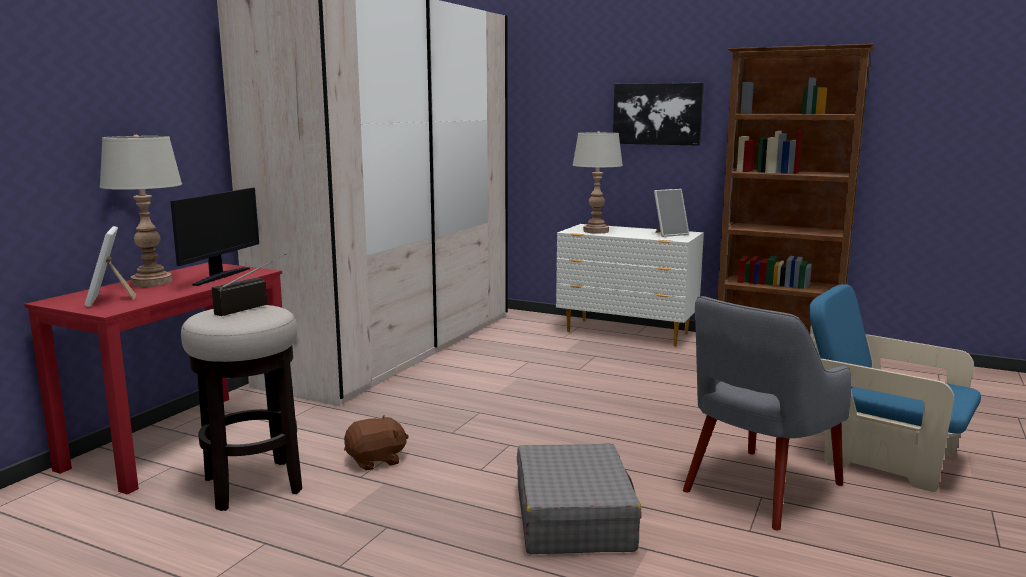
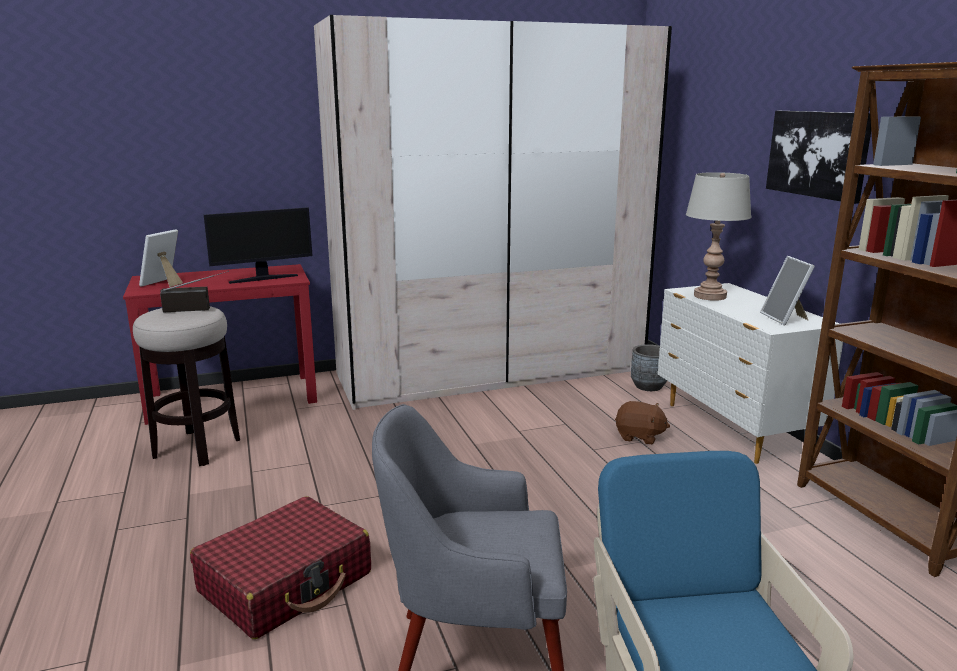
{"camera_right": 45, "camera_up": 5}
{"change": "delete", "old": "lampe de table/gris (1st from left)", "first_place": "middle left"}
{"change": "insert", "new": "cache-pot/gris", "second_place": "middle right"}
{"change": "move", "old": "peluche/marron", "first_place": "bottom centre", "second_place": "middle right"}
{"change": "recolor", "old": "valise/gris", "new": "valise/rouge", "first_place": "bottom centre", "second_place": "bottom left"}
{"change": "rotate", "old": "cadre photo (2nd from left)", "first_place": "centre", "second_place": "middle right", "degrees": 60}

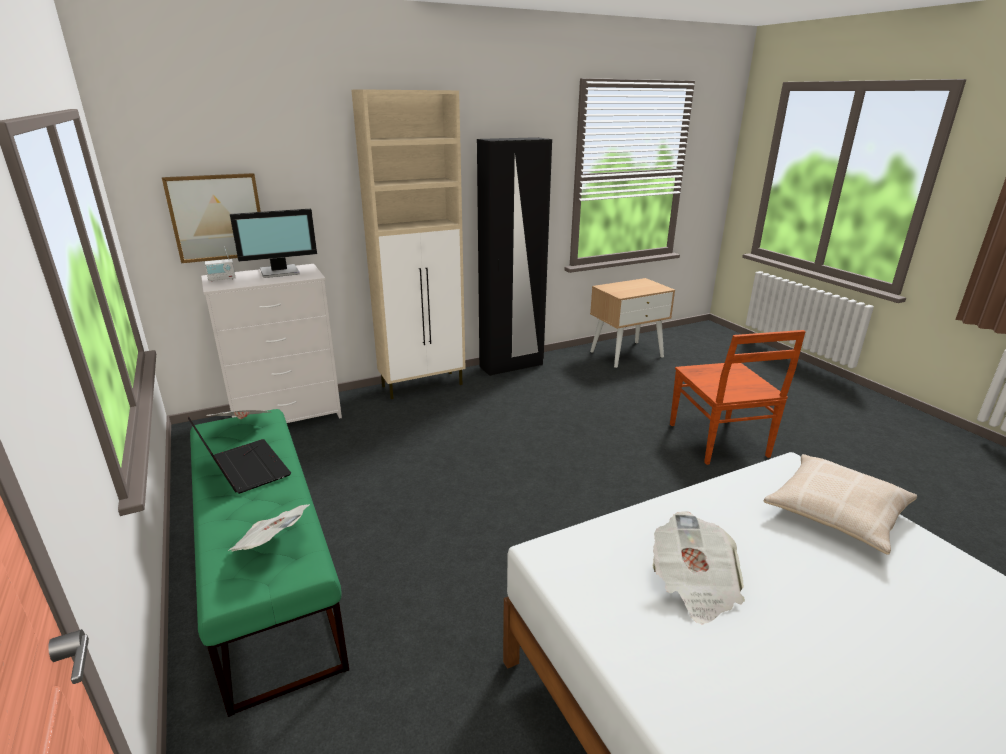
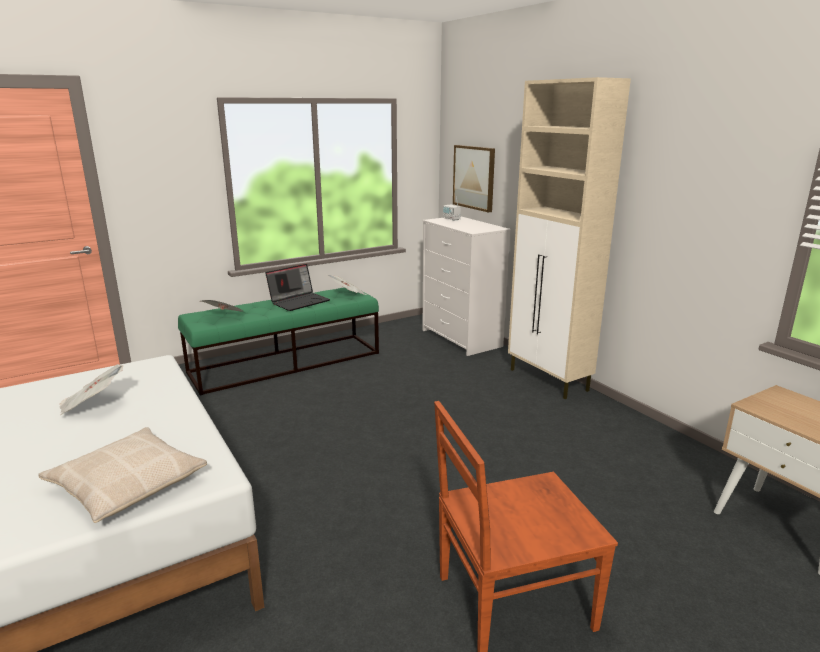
{"camera_right": 85, "camera_up": -5}
{"change": "delete", "old": "écran d'ordinateur", "first_place": "top left"}
{"change": "delete", "old": "armoire/noir", "first_place": "centre"}

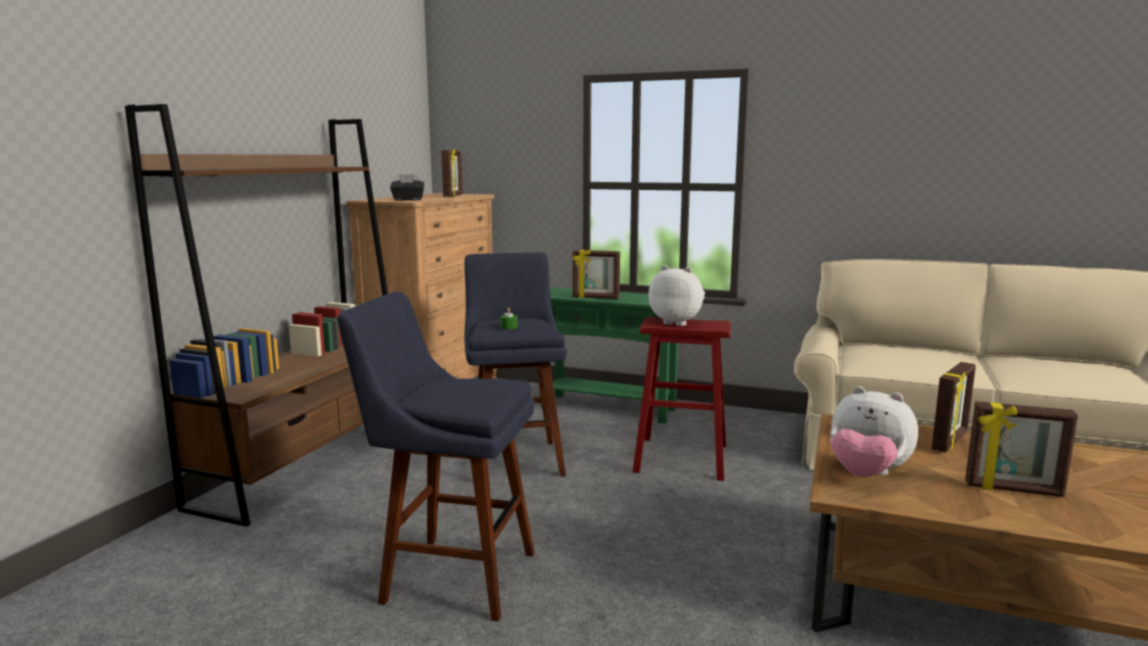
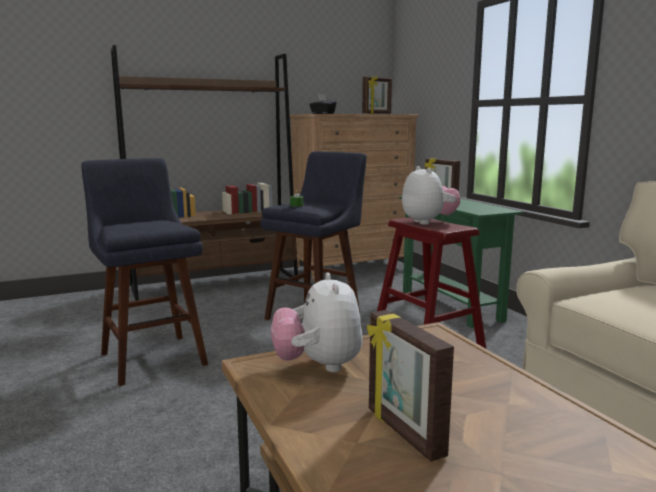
{"camera_right": 45, "camera_up": 0}
{"change": "delete", "old": "cadre photo (3rd from left)", "first_place": "middle right"}

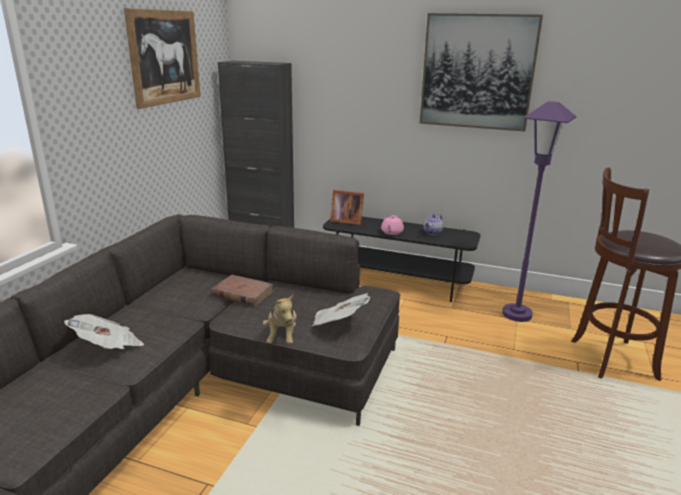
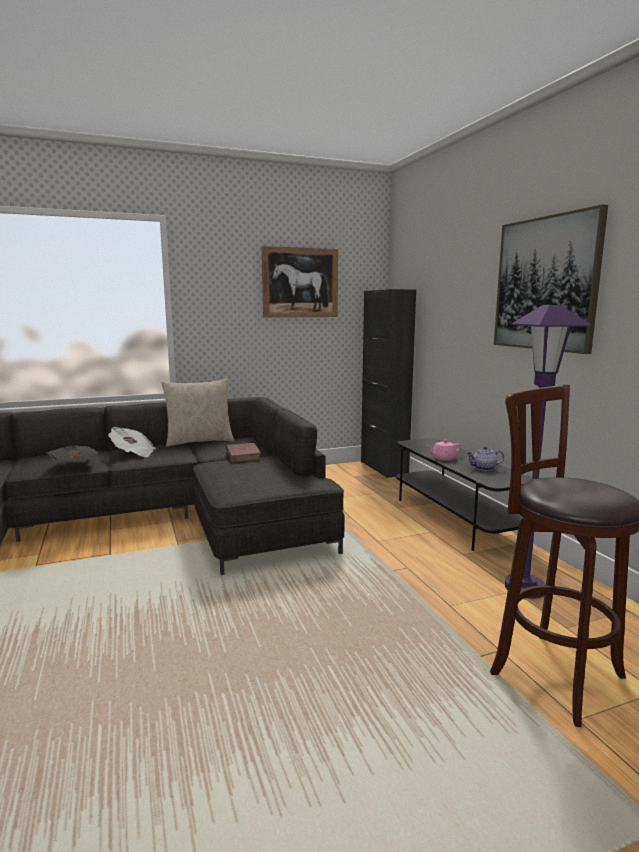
{"camera_right": 50, "camera_up": -10}
{"change": "delete", "old": "peluche", "first_place": "centre"}
{"change": "delete", "old": "cadre photo", "first_place": "centre"}
{"change": "insert", "new": "coussin/beige", "second_place": "middle left"}
{"change": "move", "old": "journal (2nd from left in the first image)", "new": "journal (1st from left)", "first_place": "centre", "second_place": "middle left"}

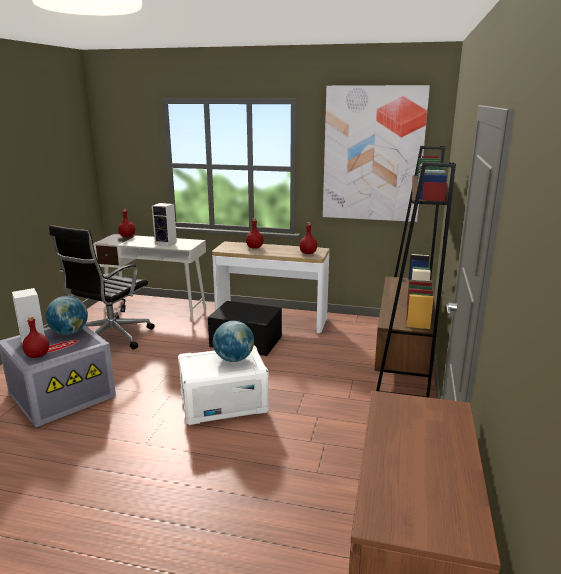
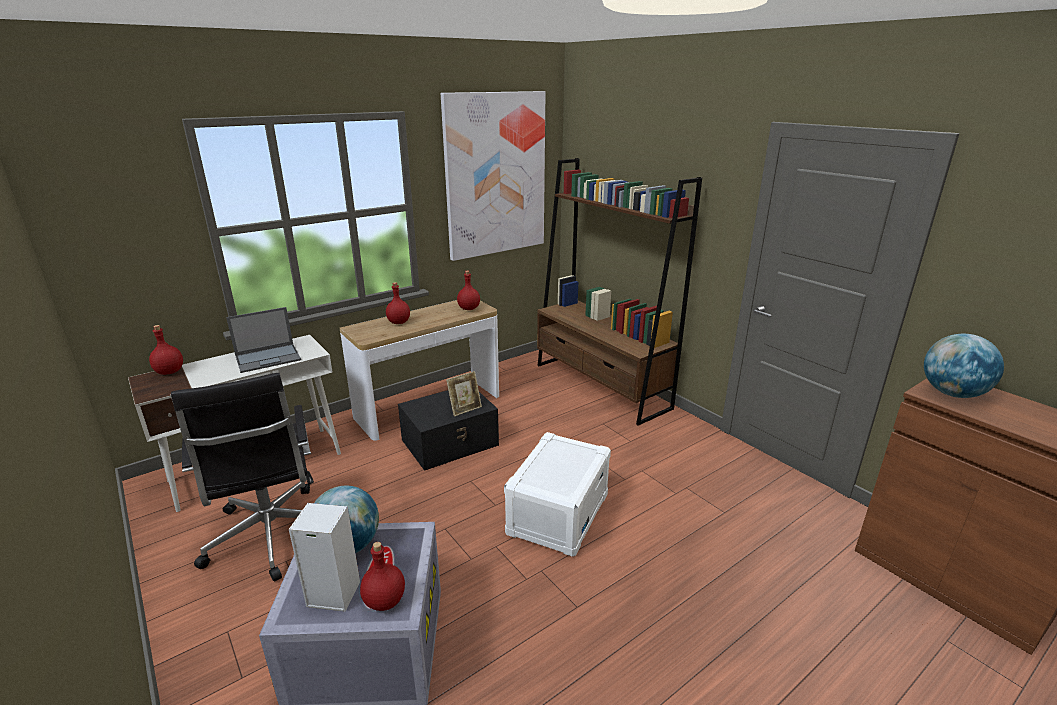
{"camera_right": -50, "camera_up": 5}
{"change": "insert", "new": "cadre photo", "second_place": "centre"}
{"change": "move", "old": "globe (2nd from left)", "first_place": "centre", "second_place": "middle right"}
{"change": "replace", "old": "enceinte (2nd from left)", "new": "ordinateur portable", "first_place": "middle left", "second_place": "middle left"}

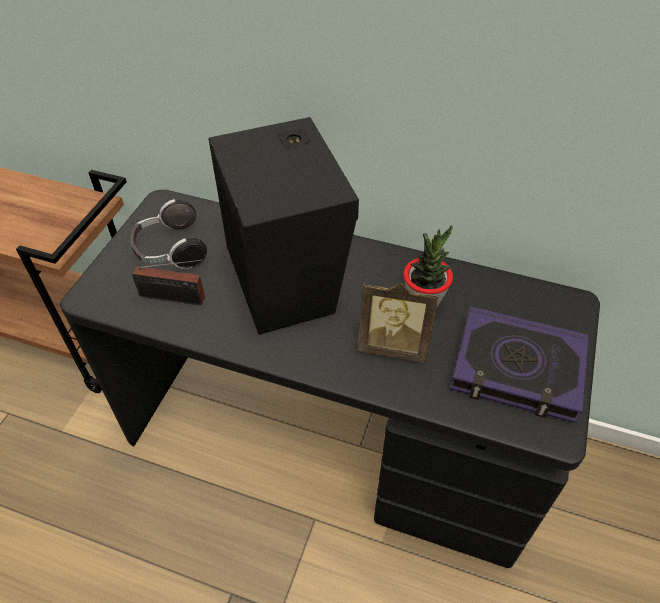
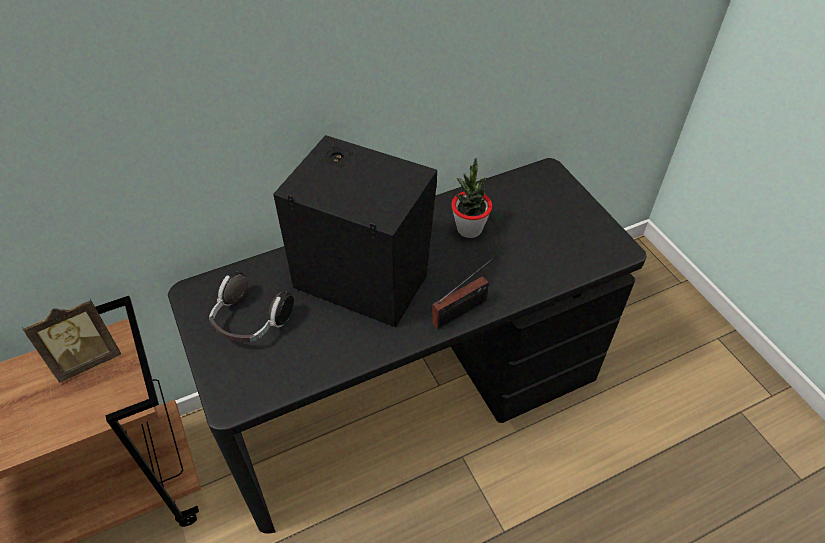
{"camera_right": -45, "camera_up": 0}
{"change": "delete", "old": "livre", "first_place": "middle right"}
{"change": "move", "old": "radio", "first_place": "middle left", "second_place": "centre"}
{"change": "move", "old": "cadre photo", "first_place": "centre", "second_place": "middle left"}

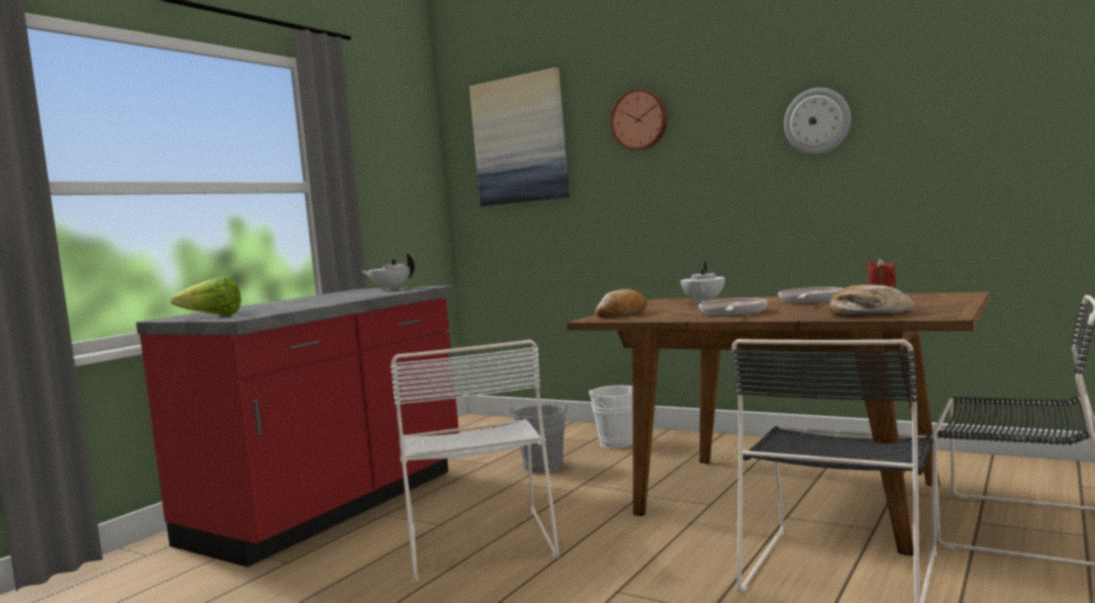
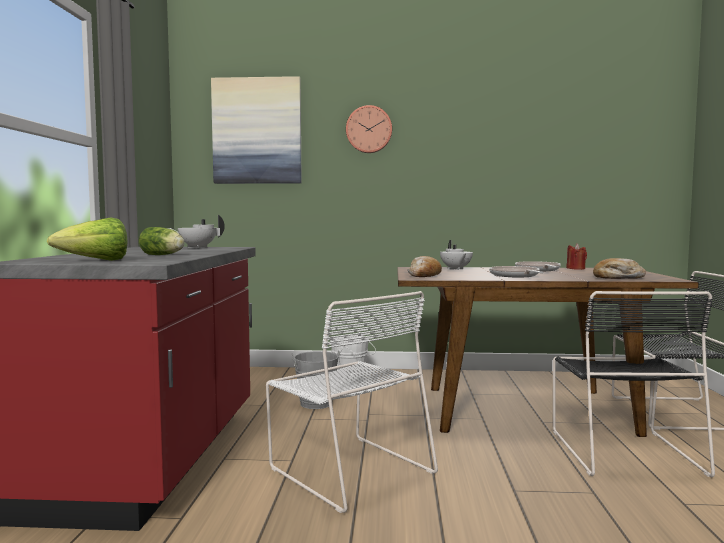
{"camera_right": -30, "camera_up": 0}
{"change": "delete", "old": "horloge murale (2nd from left)", "first_place": "top right"}
{"change": "insert", "new": "laitue (2nd from left)", "second_place": "middle left"}

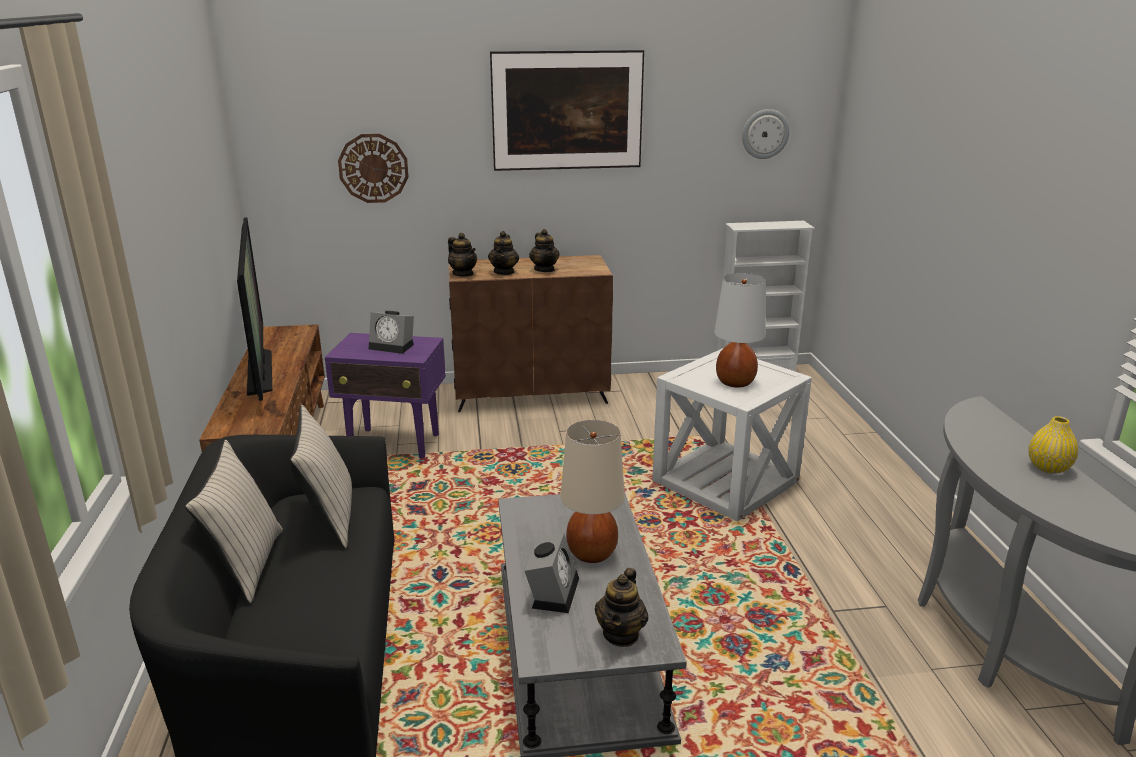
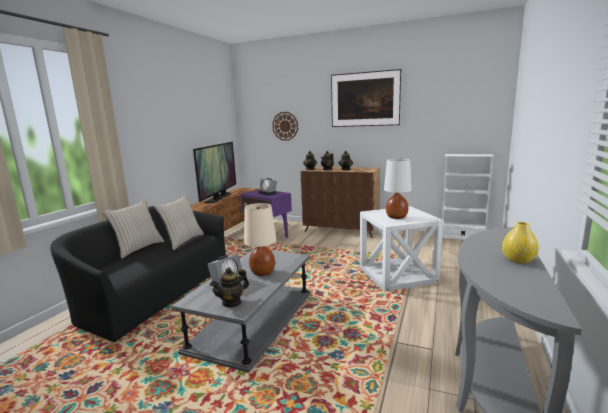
{"camera_right": 30, "camera_up": -10}
{"change": "delete", "old": "horloge murale (2nd from left)", "first_place": "top right"}

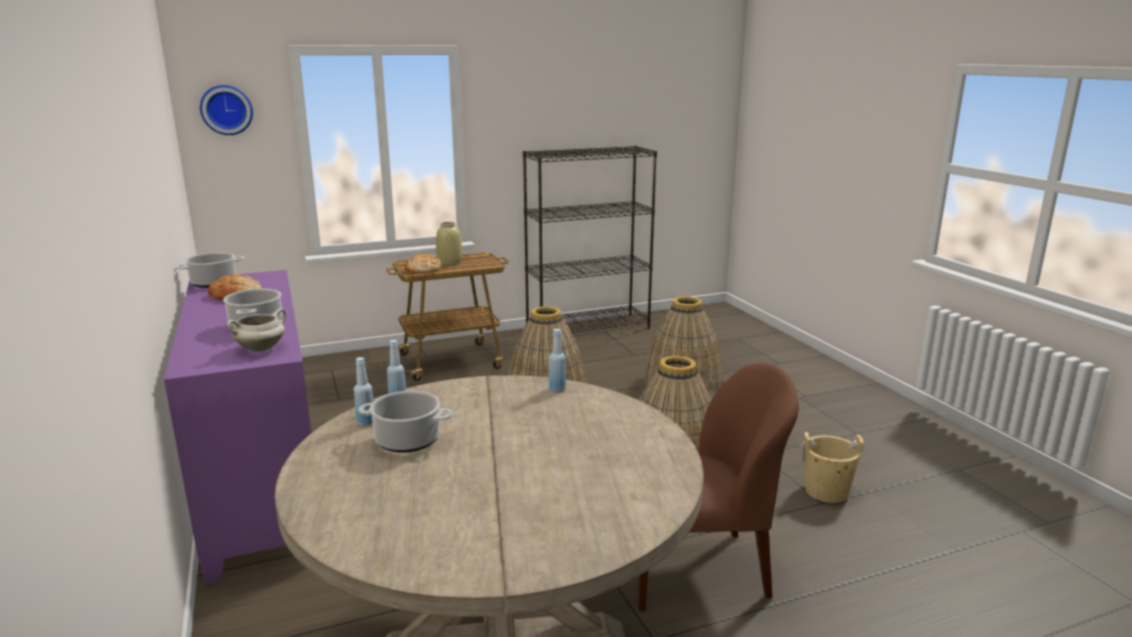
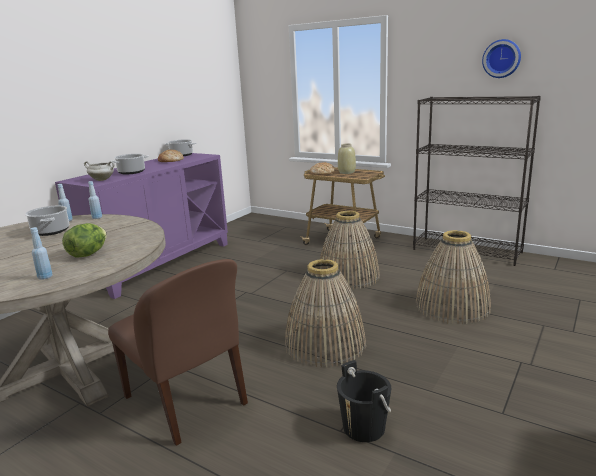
{"camera_right": 55, "camera_up": 0}
{"change": "insert", "new": "laitue", "second_place": "middle left"}
{"change": "move", "old": "horloge murale", "first_place": "top left", "second_place": "top right"}
{"change": "move", "old": "bouteille/bleu (3rd from left in the first image)", "new": "bouteille/bleu (1st from left)", "first_place": "centre", "second_place": "middle left"}
{"change": "recolor", "old": "seau/beige", "new": "seau/noir", "first_place": "bottom right", "second_place": "bottom centre"}

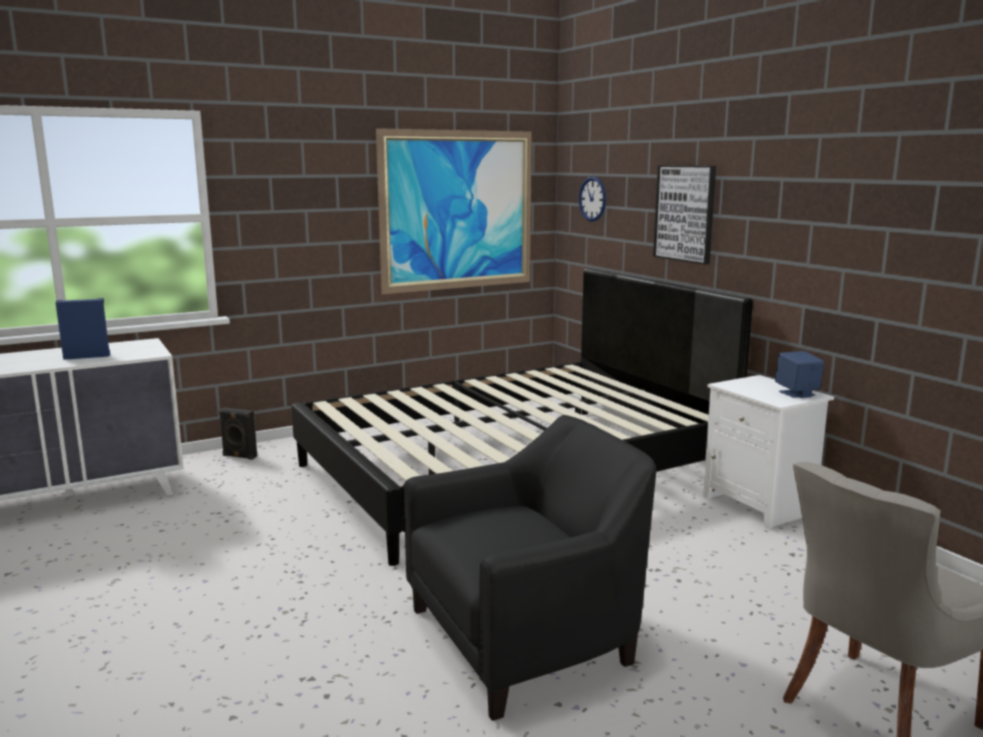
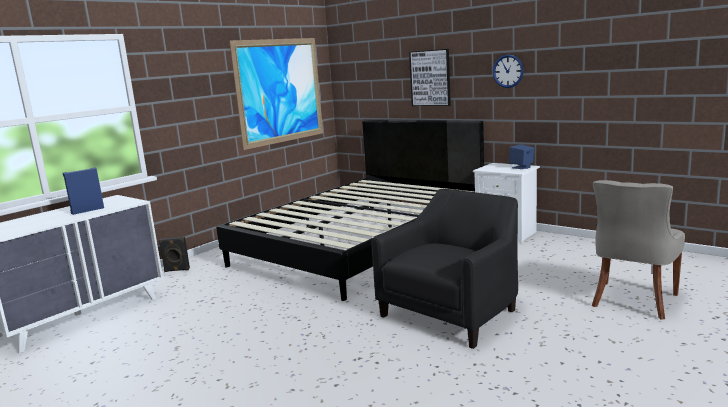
{"camera_right": -20, "camera_up": 0}
{"change": "move", "old": "horloge murale", "first_place": "top centre", "second_place": "top right"}

